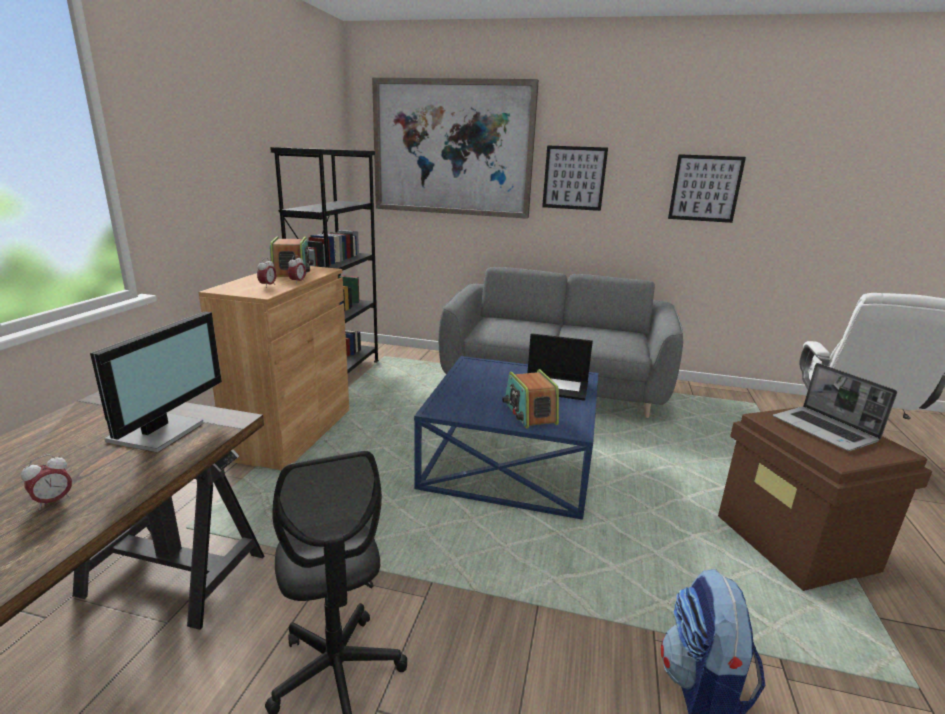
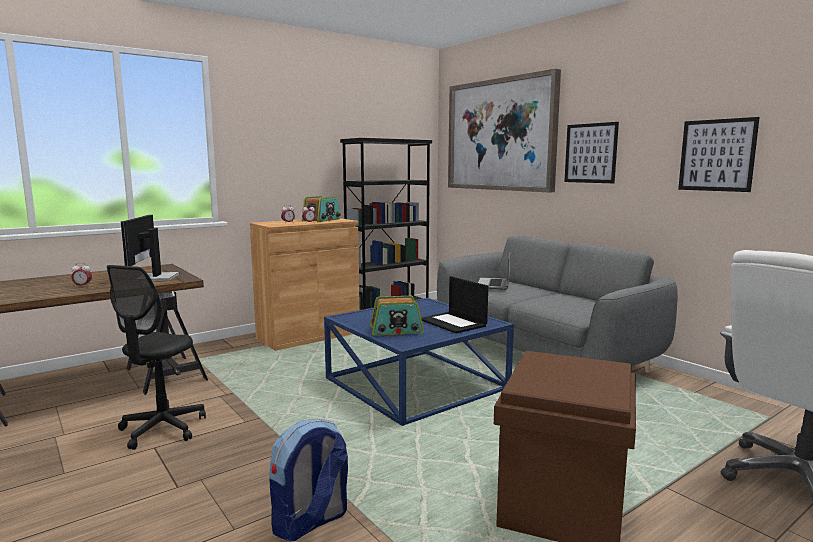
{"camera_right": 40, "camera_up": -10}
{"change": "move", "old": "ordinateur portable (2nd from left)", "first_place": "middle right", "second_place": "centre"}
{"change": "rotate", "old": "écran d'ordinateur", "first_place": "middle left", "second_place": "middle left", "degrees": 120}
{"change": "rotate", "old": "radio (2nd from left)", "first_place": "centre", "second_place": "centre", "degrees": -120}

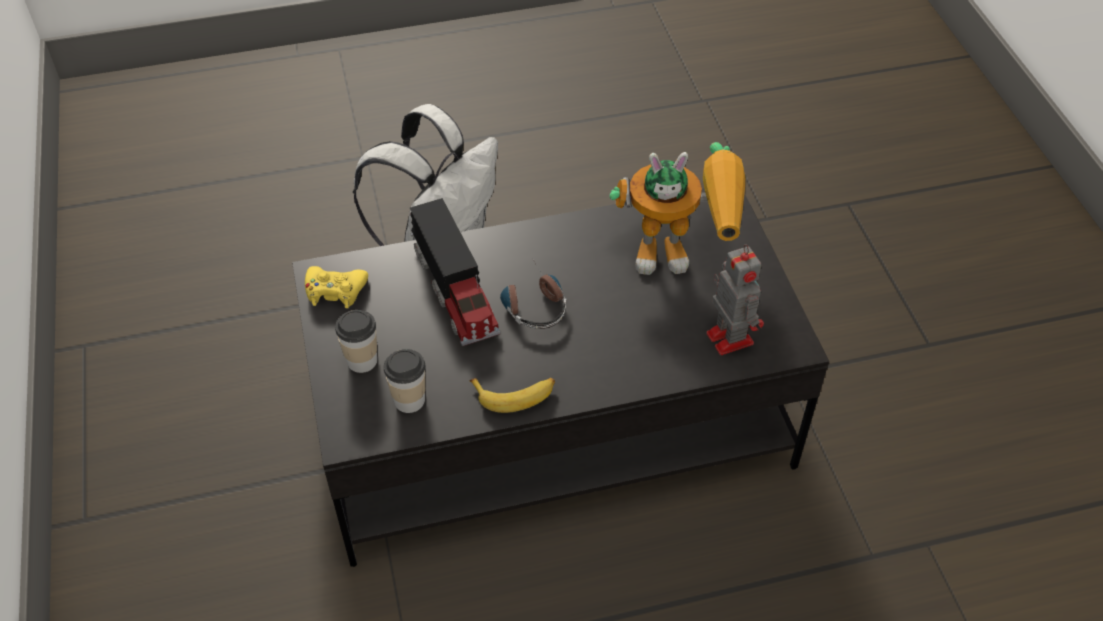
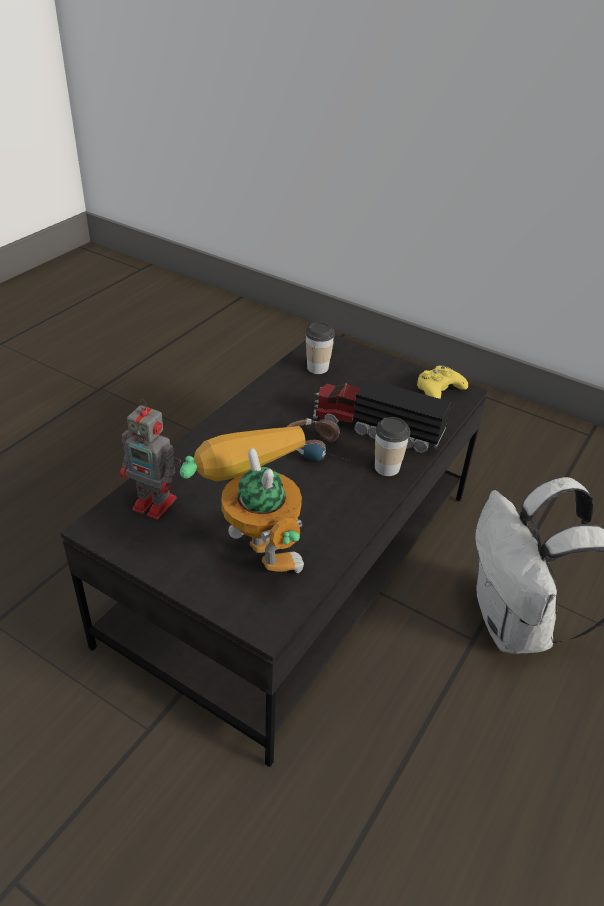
{"camera_right": 135, "camera_up": -10}
{"change": "delete", "old": "banane", "first_place": "centre"}
{"change": "move", "old": "tasse (1st from left in the first image)", "new": "tasse (2nd from left)", "first_place": "middle left", "second_place": "centre"}
{"change": "rotate", "old": "robot jouet (1st from left in the first image)", "first_place": "centre", "second_place": "centre", "degrees": 105}

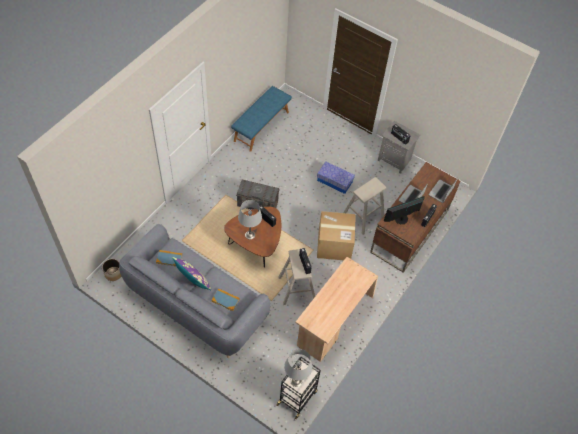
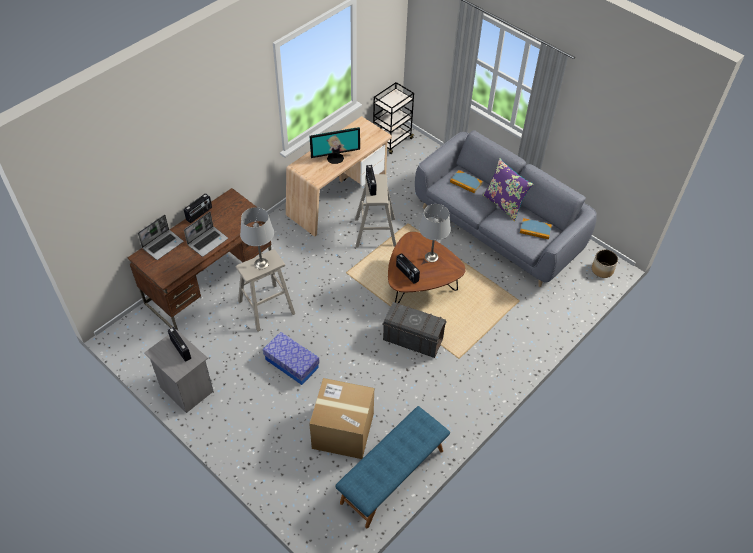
{"camera_right": -170, "camera_up": -5}
{"change": "move", "old": "lampe de table/gris (2nd from left in the first image)", "new": "lampe de table/gris (1st from left)", "first_place": "bottom centre", "second_place": "centre"}
{"change": "move", "old": "carton", "first_place": "centre", "second_place": "bottom centre"}
{"change": "move", "old": "écran d'ordinateur", "first_place": "middle right", "second_place": "top centre"}

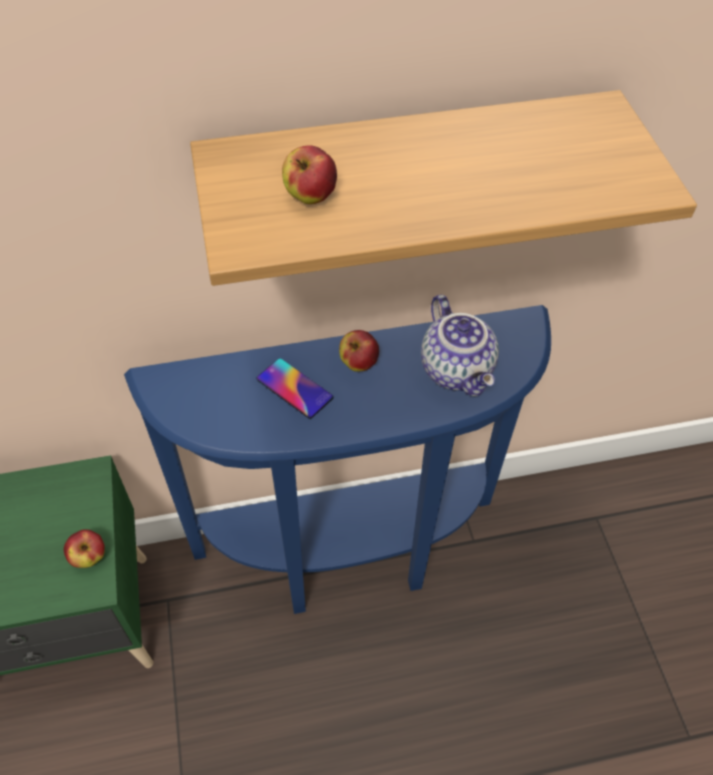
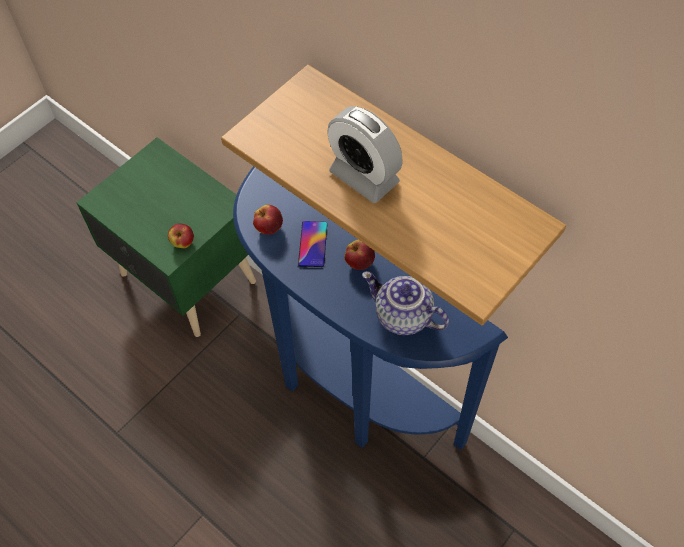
{"camera_right": 55, "camera_up": 5}
{"change": "insert", "new": "réveil", "second_place": "top centre"}
{"change": "move", "old": "pomme (2nd from left)", "first_place": "top centre", "second_place": "centre"}
{"change": "rotate", "old": "théière", "first_place": "centre", "second_place": "centre", "degrees": 90}

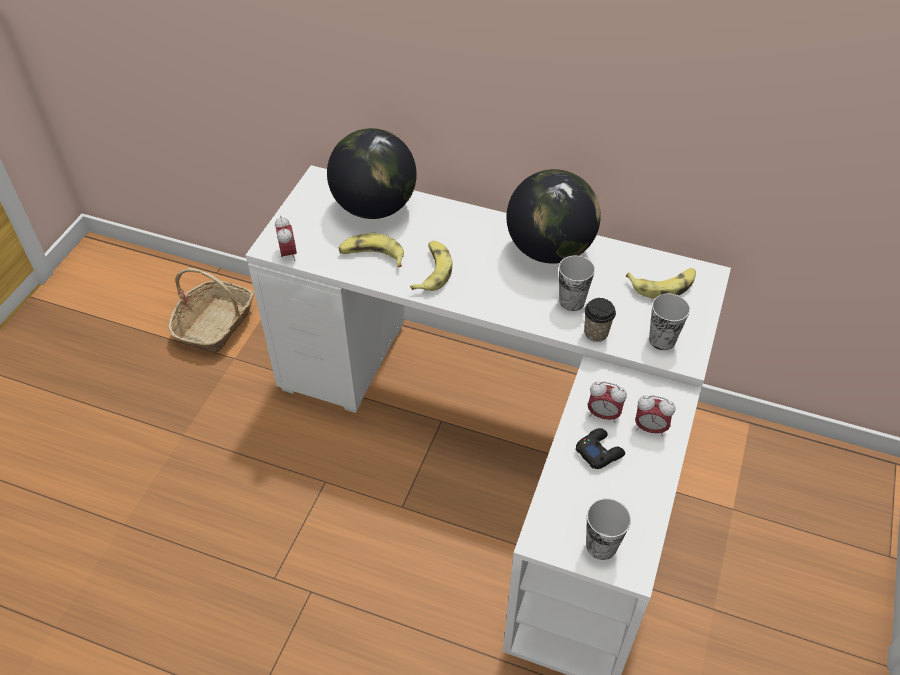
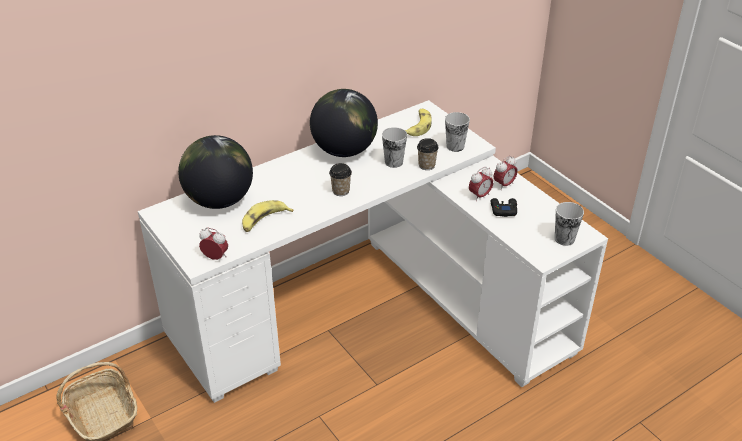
{"camera_right": -55, "camera_up": -10}
{"change": "delete", "old": "banane (2nd from left)", "first_place": "centre"}
{"change": "insert", "new": "tasse (1st from left)", "second_place": "centre"}

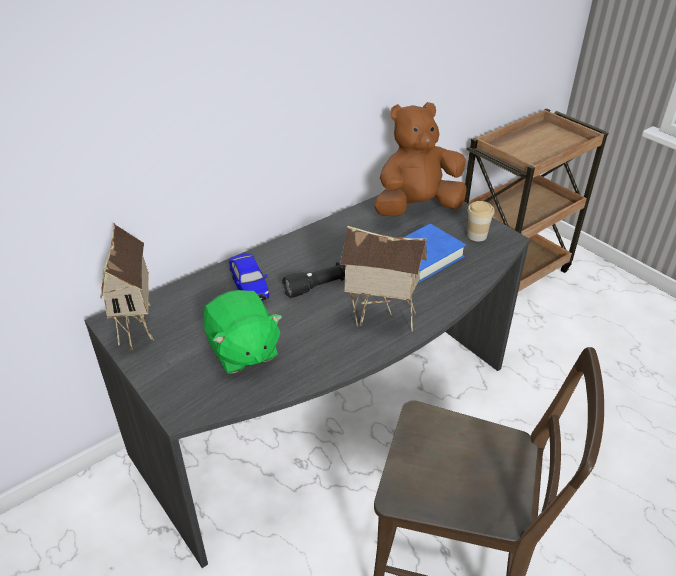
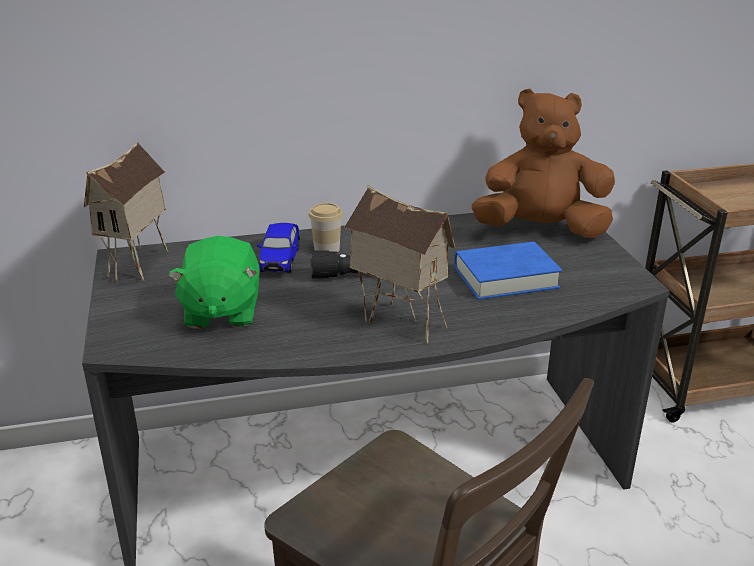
{"camera_right": 25, "camera_up": -10}
{"change": "move", "old": "tasse", "first_place": "middle right", "second_place": "centre"}

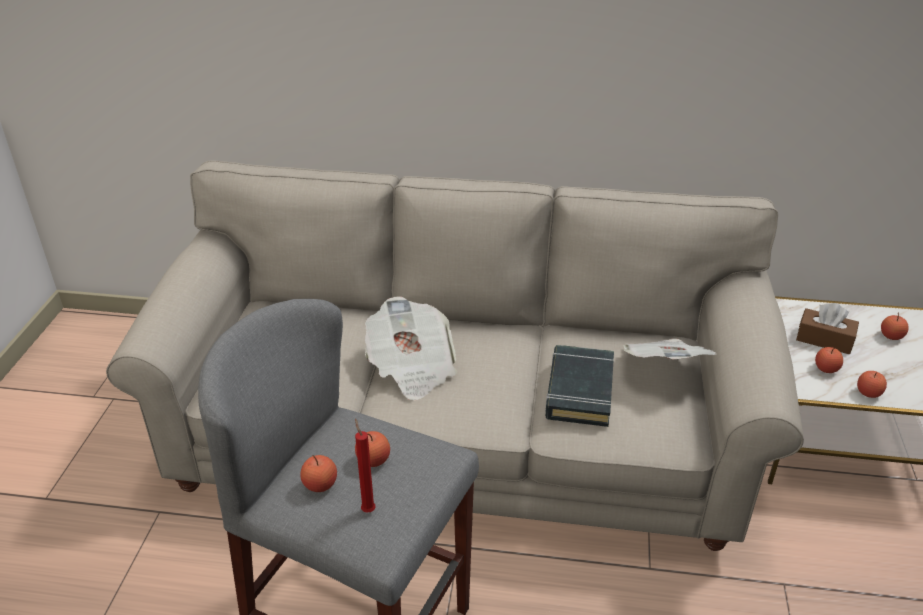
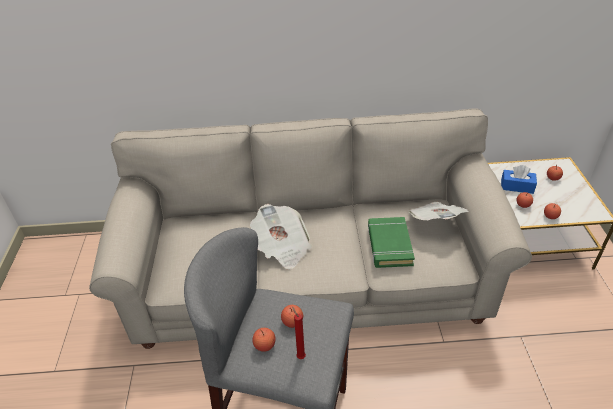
{"camera_right": -10, "camera_up": 5}
{"change": "recolor", "old": "livre/noir", "new": "livre/vert", "first_place": "centre", "second_place": "centre"}
{"change": "recolor", "old": "boîte à mouchoirs/marron", "new": "boîte à mouchoirs/bleu", "first_place": "middle right", "second_place": "middle right"}

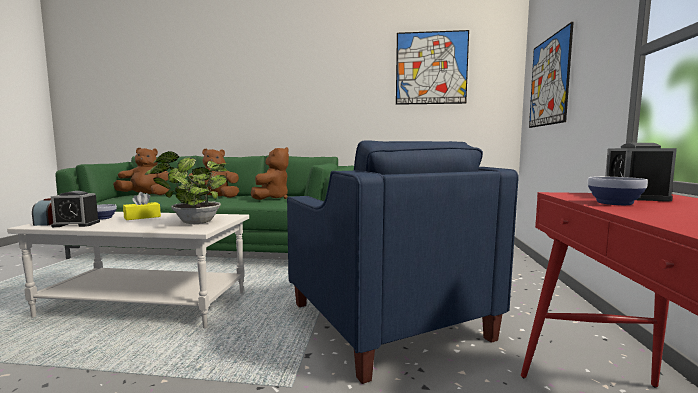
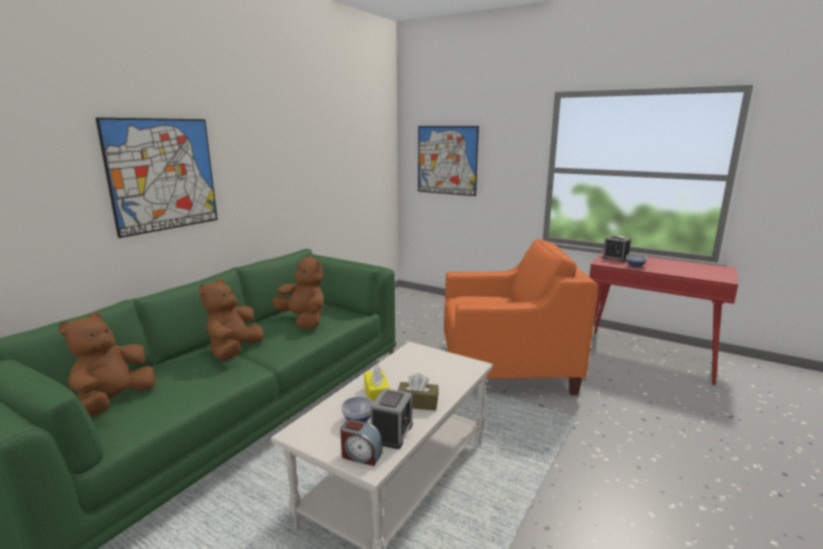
{"camera_right": -65, "camera_up": 10}
{"change": "delete", "old": "plante en pot", "first_place": "middle left"}
{"change": "insert", "new": "boîte à mouchoirs/marron", "second_place": "bottom centre"}
{"change": "move", "old": "tableau (1st from left)", "first_place": "top centre", "second_place": "top left"}
{"change": "recolor", "old": "fauteuil/bleu", "new": "fauteuil/orange", "first_place": "bottom centre", "second_place": "centre"}

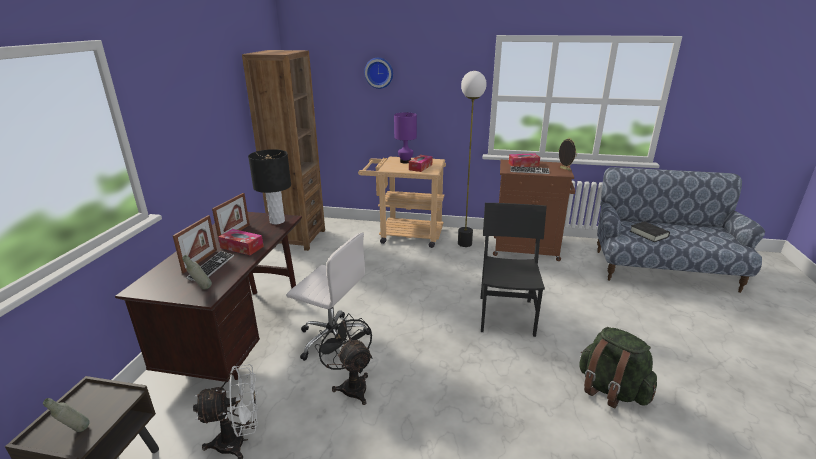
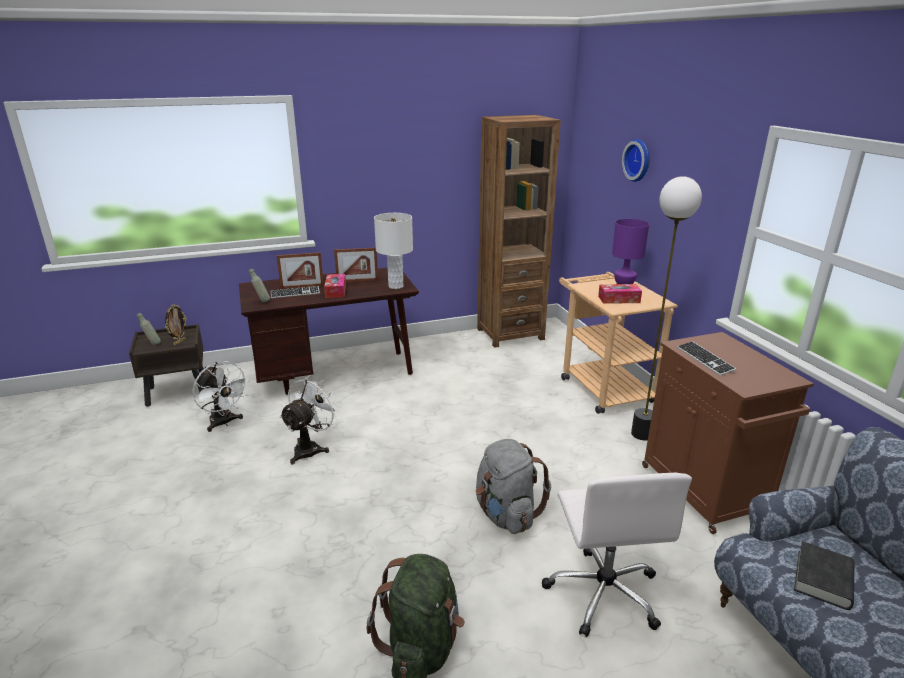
{"camera_right": 60, "camera_up": 0}
{"change": "delete", "old": "boîte à mouchoirs (3rd from left)", "first_place": "centre"}
{"change": "move", "old": "chaise de bureau/blanc", "first_place": "centre", "second_place": "bottom right"}
{"change": "move", "old": "cadre photo (3rd from left in the first image)", "new": "cadre photo (1st from left)", "first_place": "middle right", "second_place": "middle left"}
{"change": "replace", "old": "chaise/noir", "new": "sac à dos/gris", "first_place": "centre", "second_place": "bottom centre"}
{"change": "recolor", "old": "lampe de table/noir", "new": "lampe de table/blanc", "first_place": "middle left", "second_place": "centre"}
{"change": "recolor", "old": "ventilateur/noir", "new": "ventilateur/blanc (2nd from left)", "first_place": "bottom centre", "second_place": "centre"}

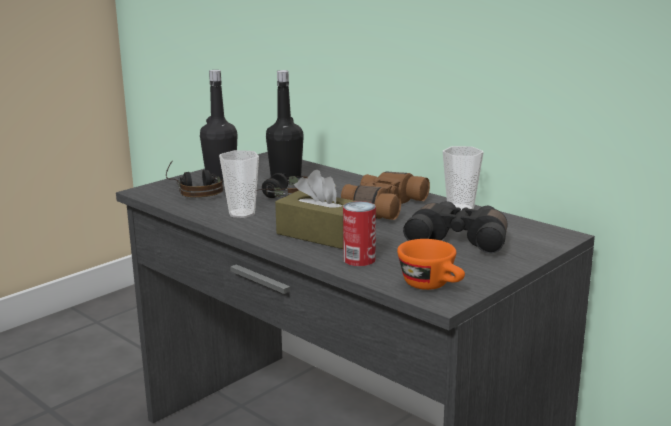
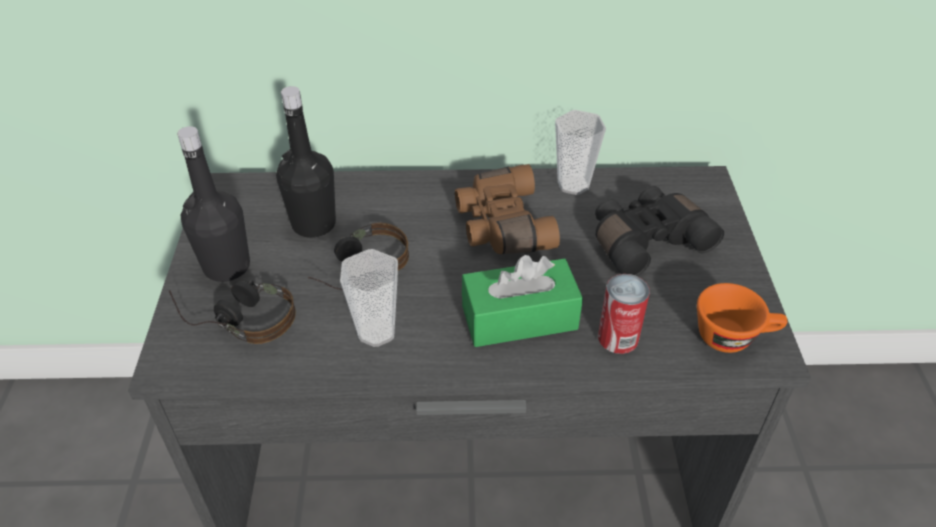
{"camera_right": -45, "camera_up": 25}
{"change": "recolor", "old": "boîte à mouchoirs/marron", "new": "boîte à mouchoirs/vert", "first_place": "centre", "second_place": "centre"}

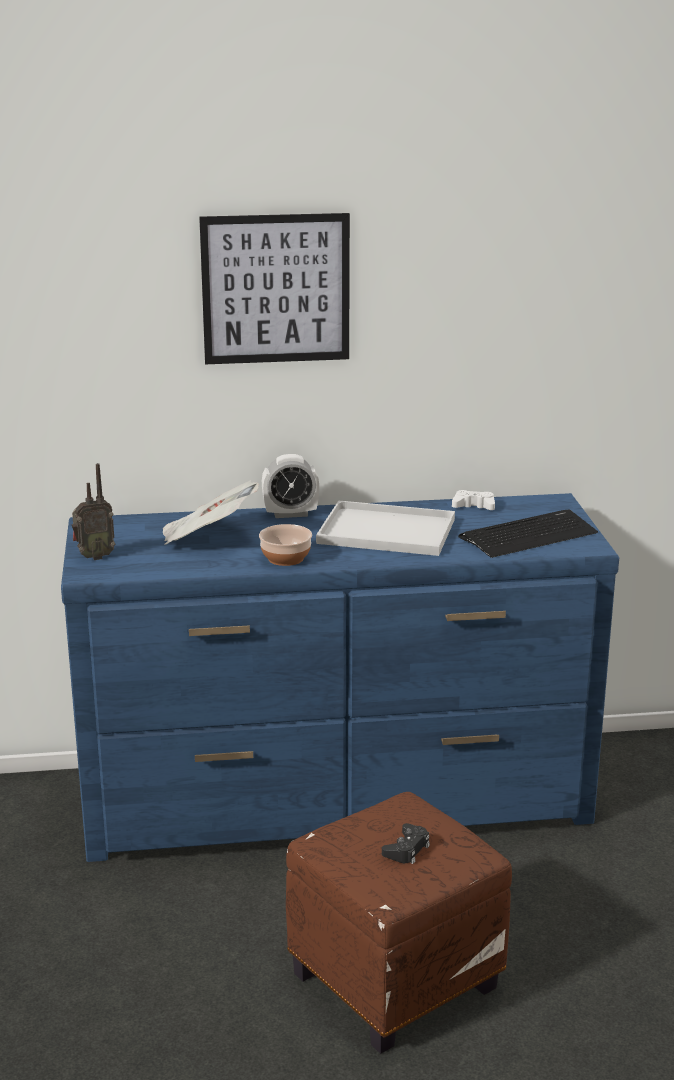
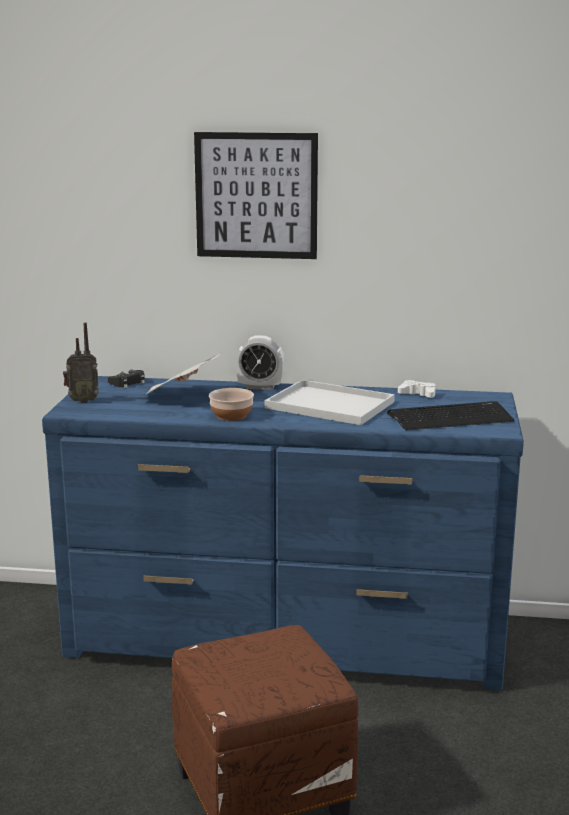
{"camera_right": 15, "camera_up": -5}
{"change": "move", "old": "manette/noir", "first_place": "bottom centre", "second_place": "middle left"}

